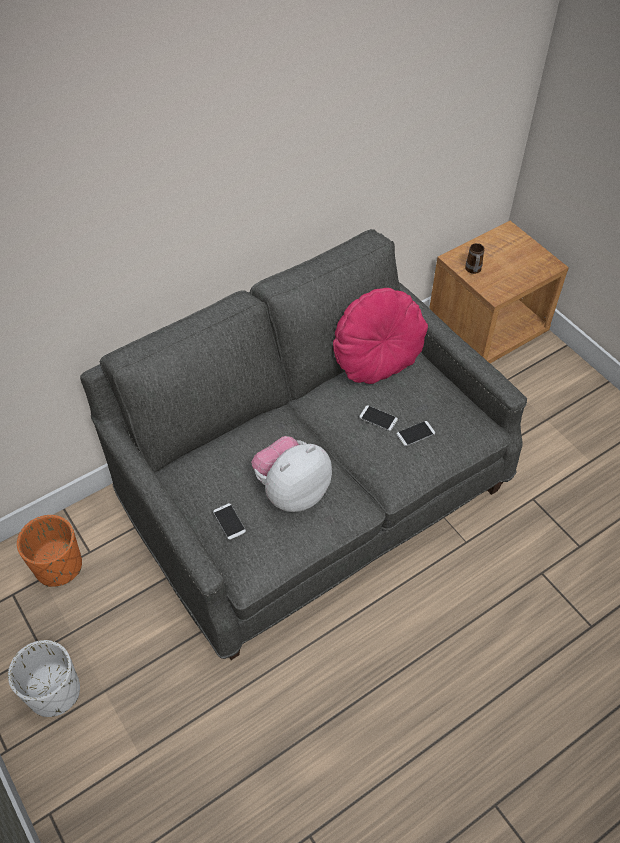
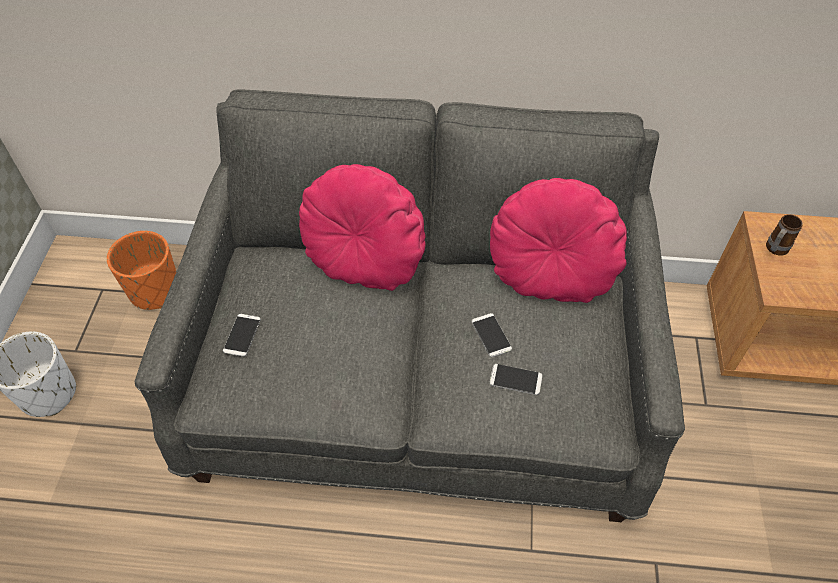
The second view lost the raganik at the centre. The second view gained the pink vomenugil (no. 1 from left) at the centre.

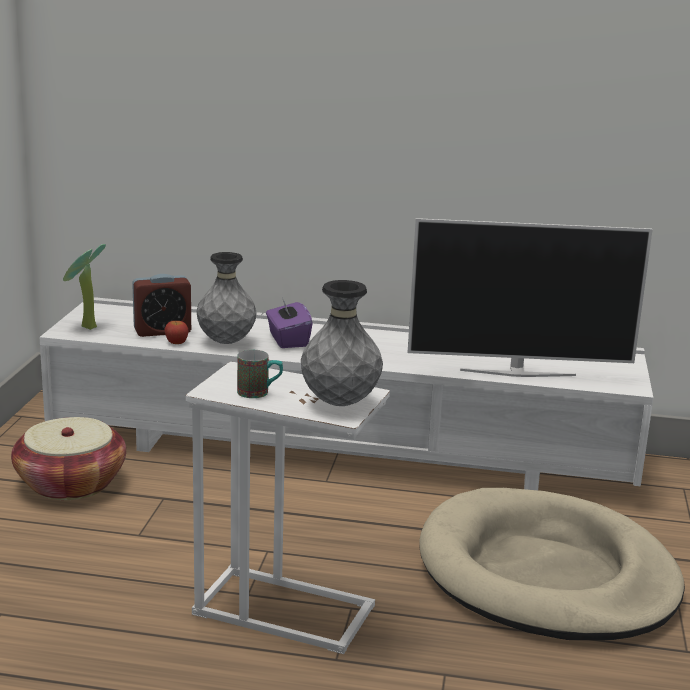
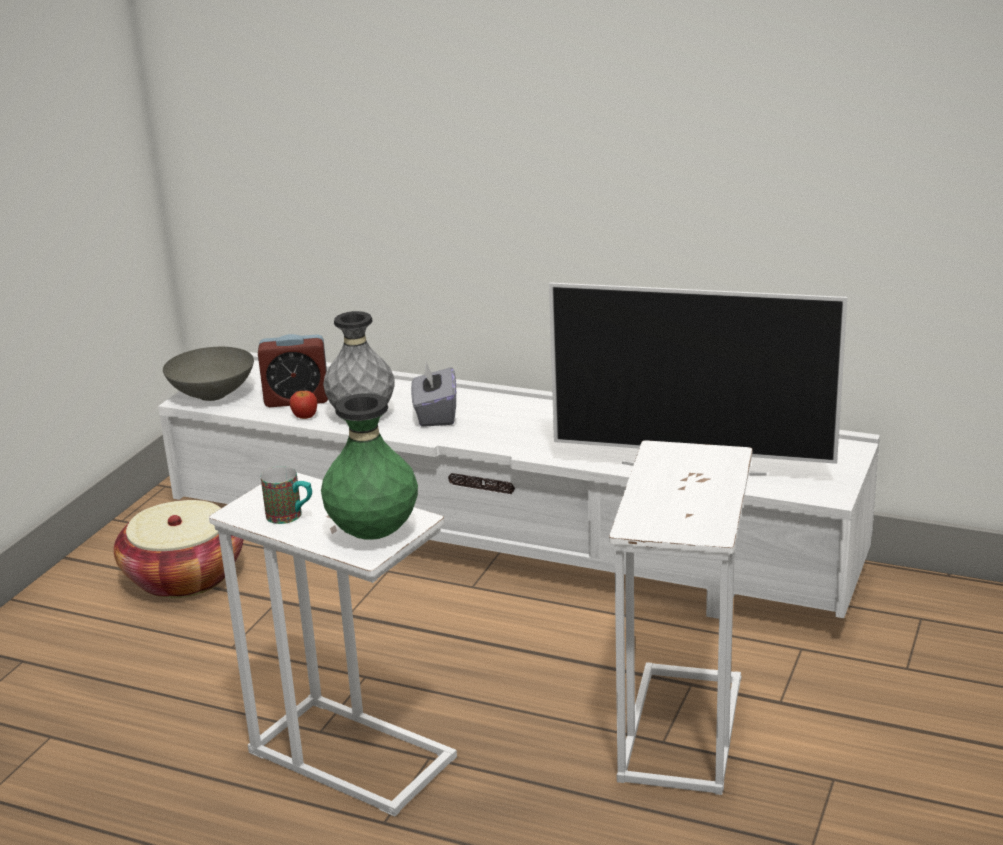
Where the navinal stood at the middle left, the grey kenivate came to stand at the middle left. What was the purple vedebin at the centre turned into the grey vedebin at the centre. What was the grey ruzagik (no. 2 from left) at the centre turned into the green ruzagik at the centre. Where the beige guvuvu stood at the bottom right, the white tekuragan (no. 2 from left) came to stand at the bottom right.

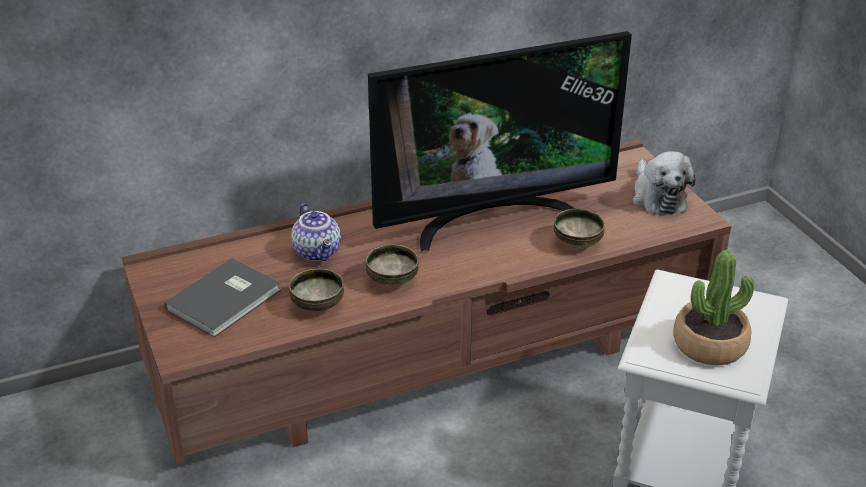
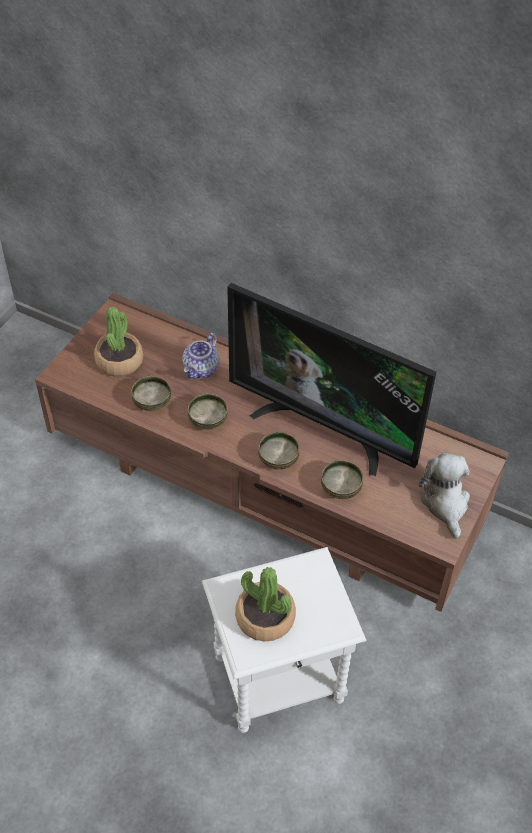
Where the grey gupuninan stood at the middle left, the navinal (no. 1 from left) came to stand at the middle left. The raganik at the middle right ended up facing another way, 135 degrees clockwise from before. The second view gained the kenivate (no. 3 from left) at the centre.

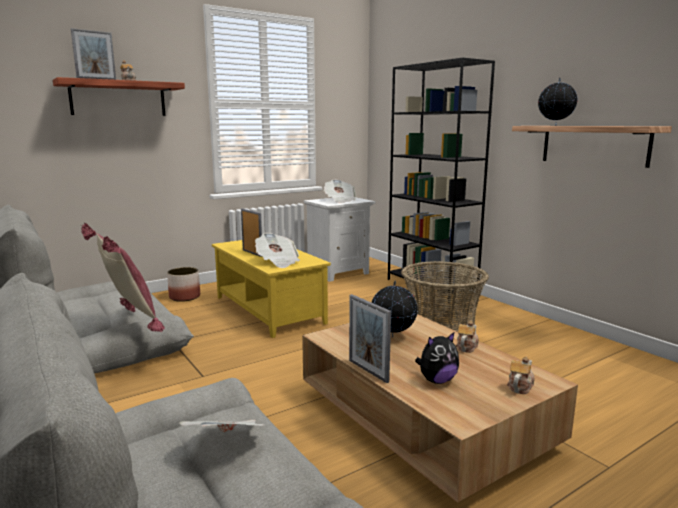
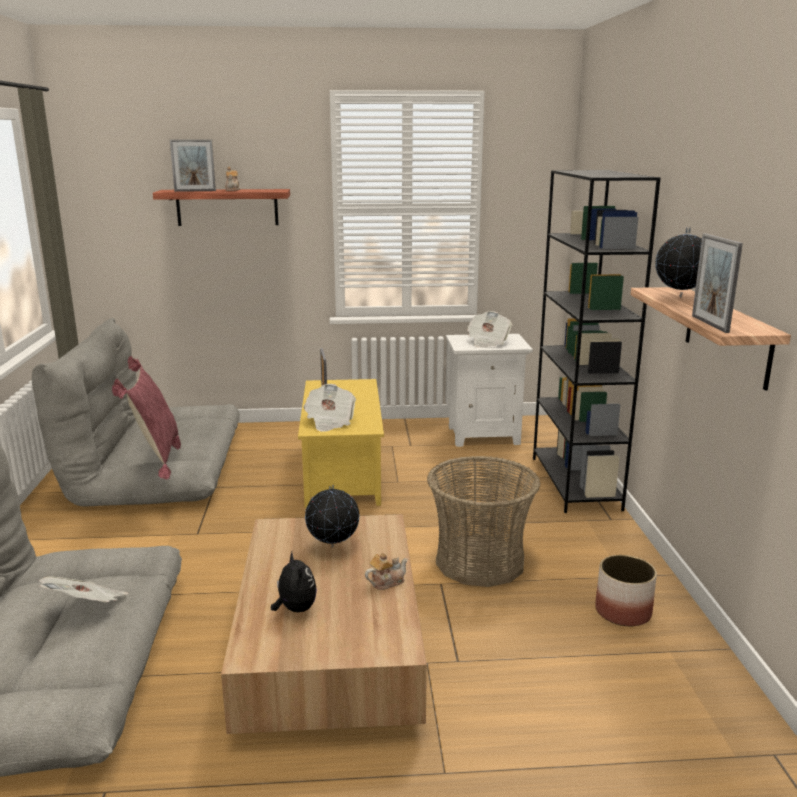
The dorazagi ended up elsewhere, having gone from the middle left to the bottom right. The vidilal (no. 3 from left) ended up elsewhere, having gone from the centre to the middle right. The raganik at the bottom centre ended up facing another way, 120 degrees counterclockwise from before. The second view lost the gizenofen (no. 3 from left) at the bottom right.

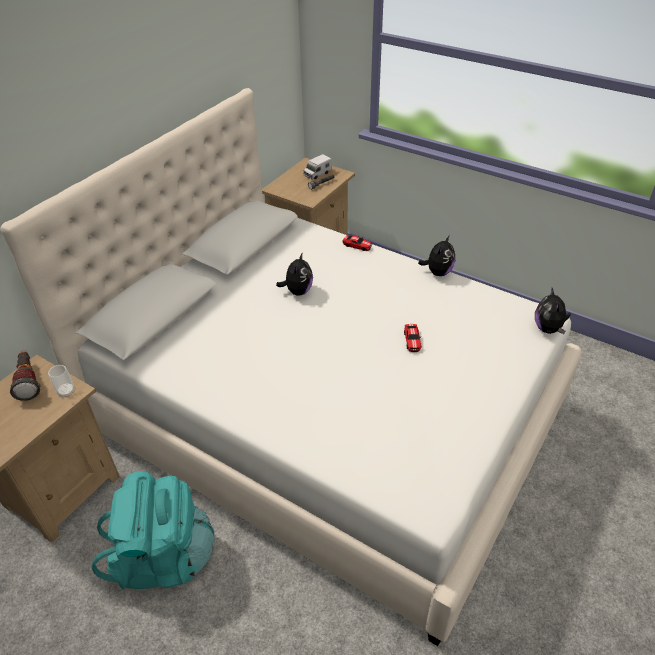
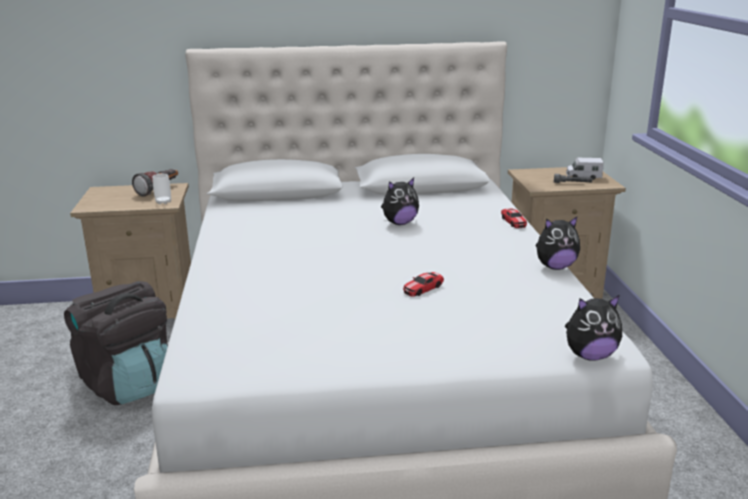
What was the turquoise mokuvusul at the bottom left turned into the black mokuvusul at the bottom left. The raganik (no. 3 from left) at the middle right ended up facing another way, 150 degrees counterclockwise from before.

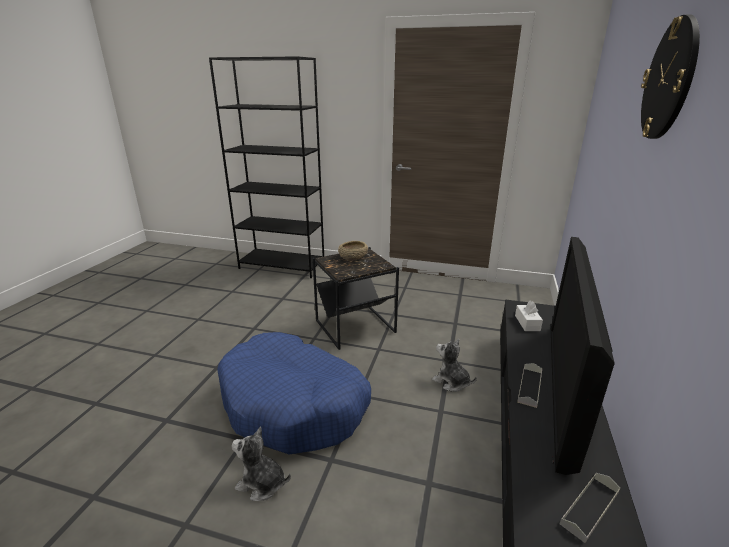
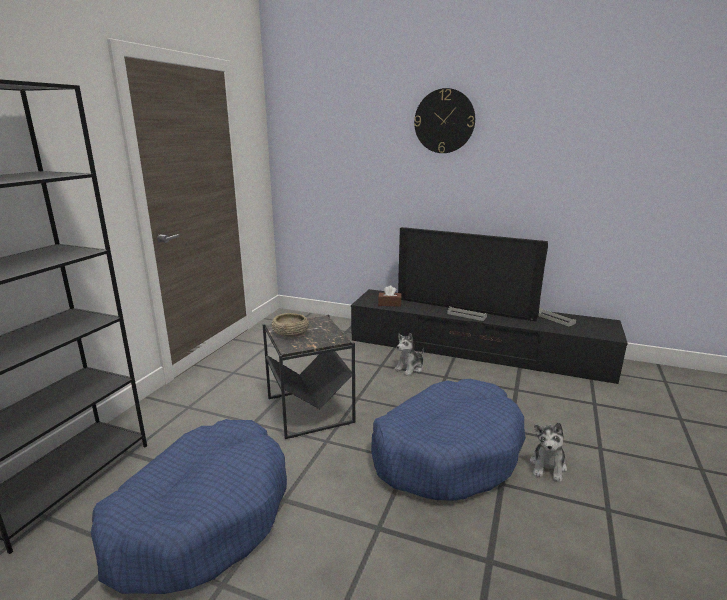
What was the white vedebin at the middle right turned into the brown vedebin at the centre. The second view gained the blue guvuvu (no. 1 from left) at the bottom left.

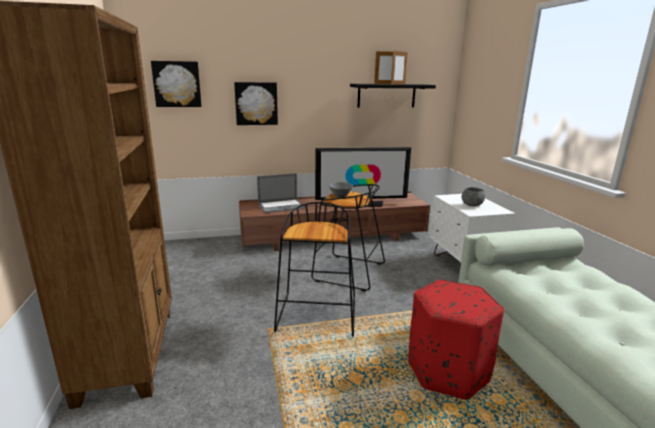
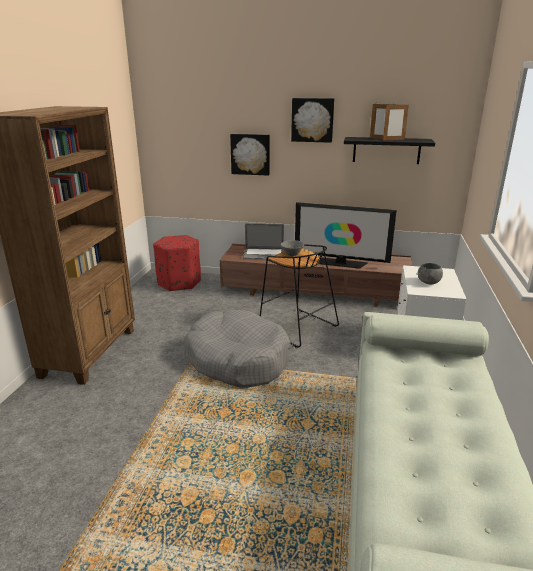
The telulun (no. 1 from left in the first image) ended up elsewhere, having gone from the top left to the top centre. Where the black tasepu (no. 1 from left) stood at the centre, the grey guvuvu came to stand at the centre. The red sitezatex ended up elsewhere, having gone from the bottom right to the middle left.

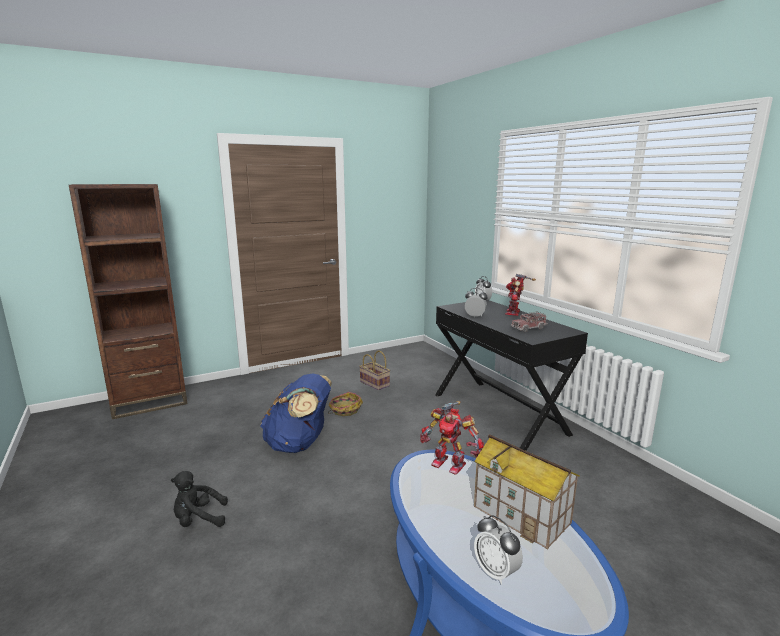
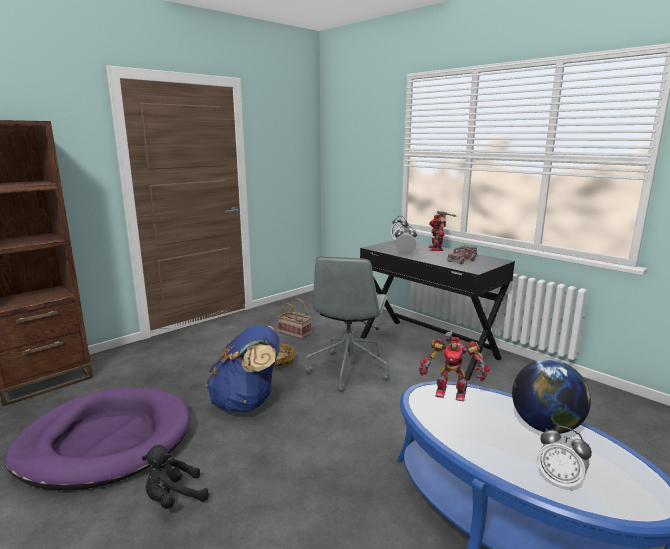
Where the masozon stood at the bottom right, the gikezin came to stand at the bottom right. The second view gained the purple guvuvu at the bottom left. The second view gained the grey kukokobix at the centre.

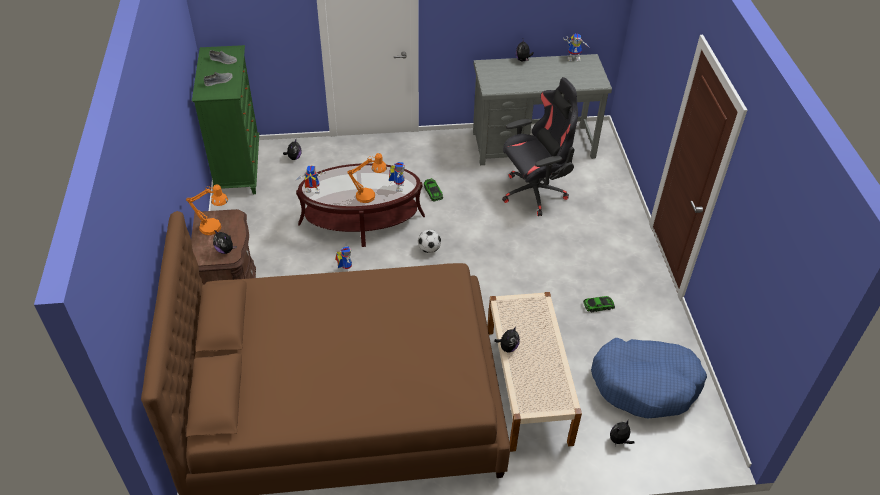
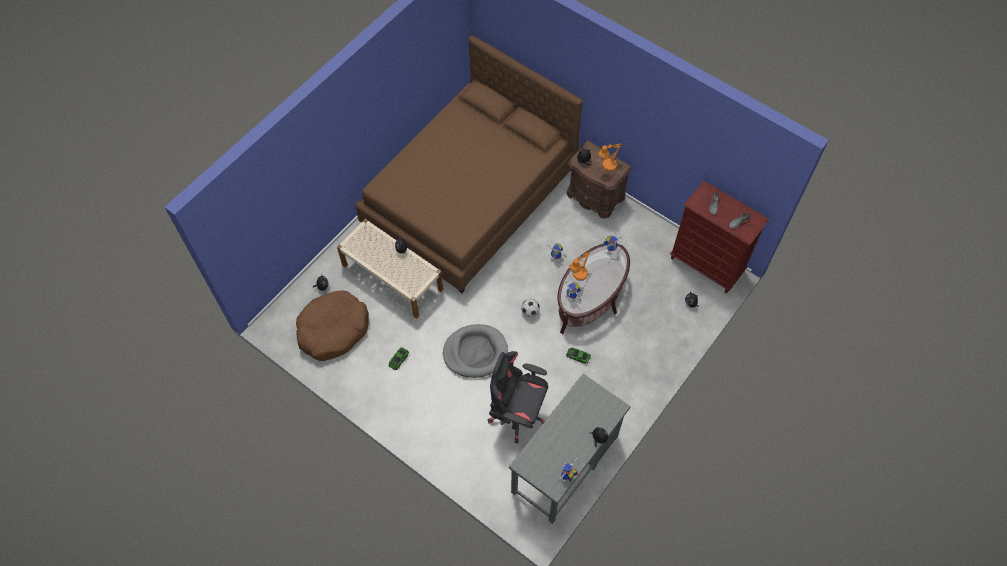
What was the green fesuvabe at the top left turned into the red fesuvabe at the middle right. The black kukokobix at the top centre ended up facing another way, 90 degrees clockwise from before. What was the blue guvuvu at the bottom right turned into the brown guvuvu at the middle left. The second view gained the grey guvuvu at the centre.

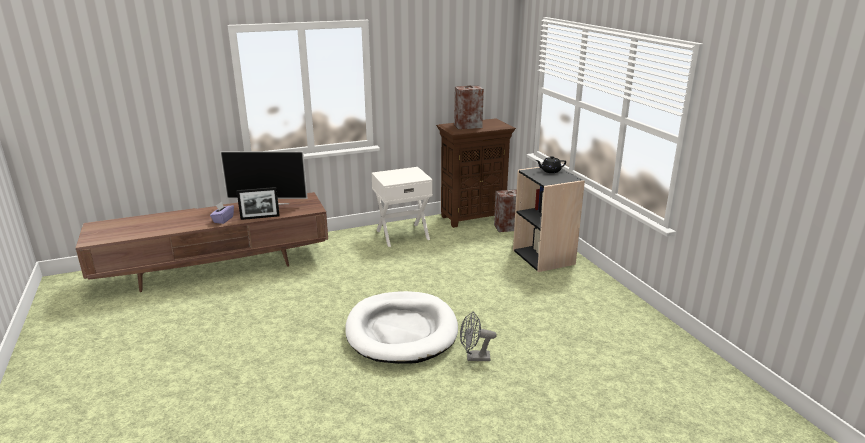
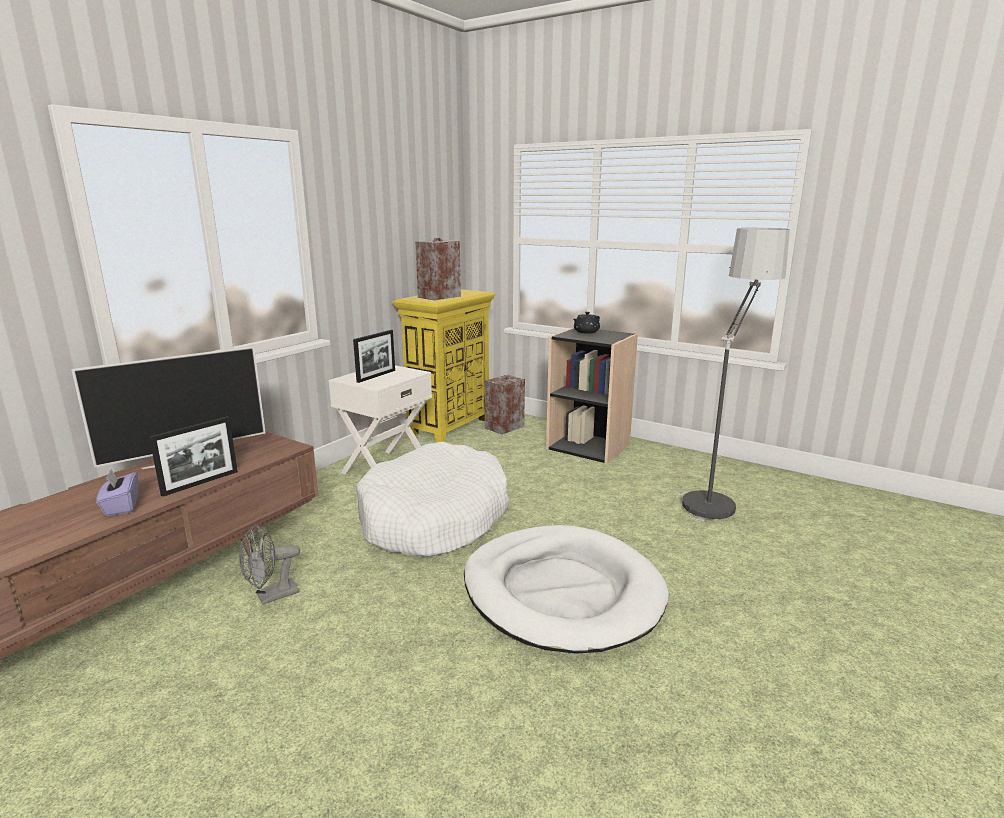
What was the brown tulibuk at the centre turned into the yellow tulibuk at the centre. The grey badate ended up elsewhere, having gone from the bottom centre to the bottom left. The second view gained the vidilal (no. 2 from left) at the centre. The second view gained the white guvuvu (no. 1 from left) at the centre. The second view gained the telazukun at the middle right.

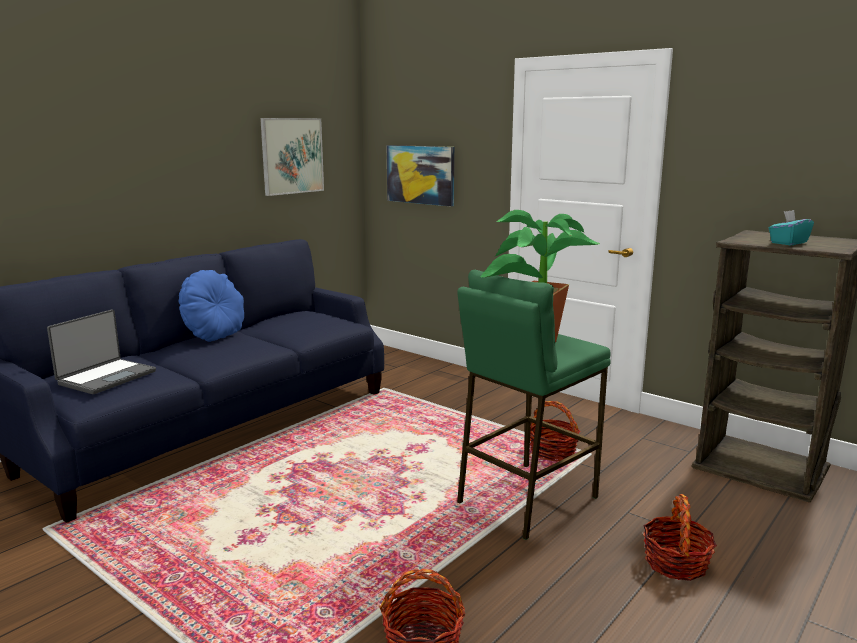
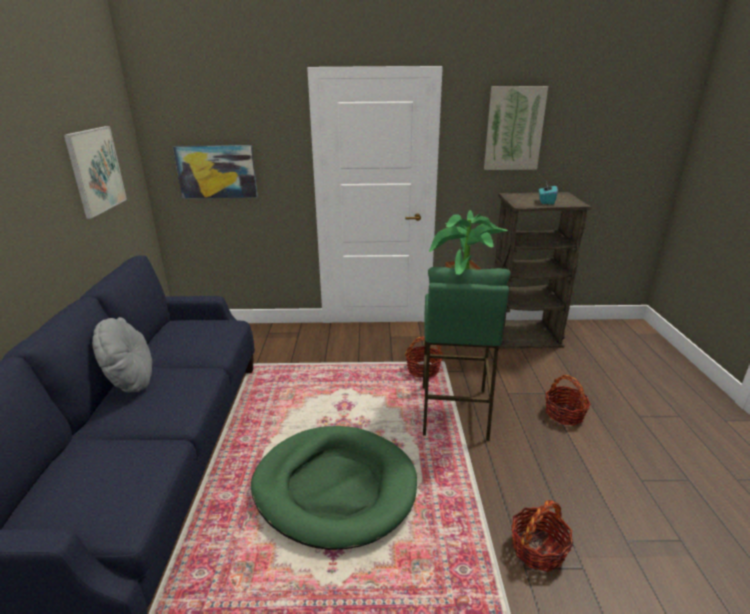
The second view lost the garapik at the middle left. What was the blue vomenugil at the middle left turned into the grey vomenugil at the middle left. The second view gained the green guvuvu at the bottom centre. The second view gained the telulun (no. 3 from left) at the top right.

